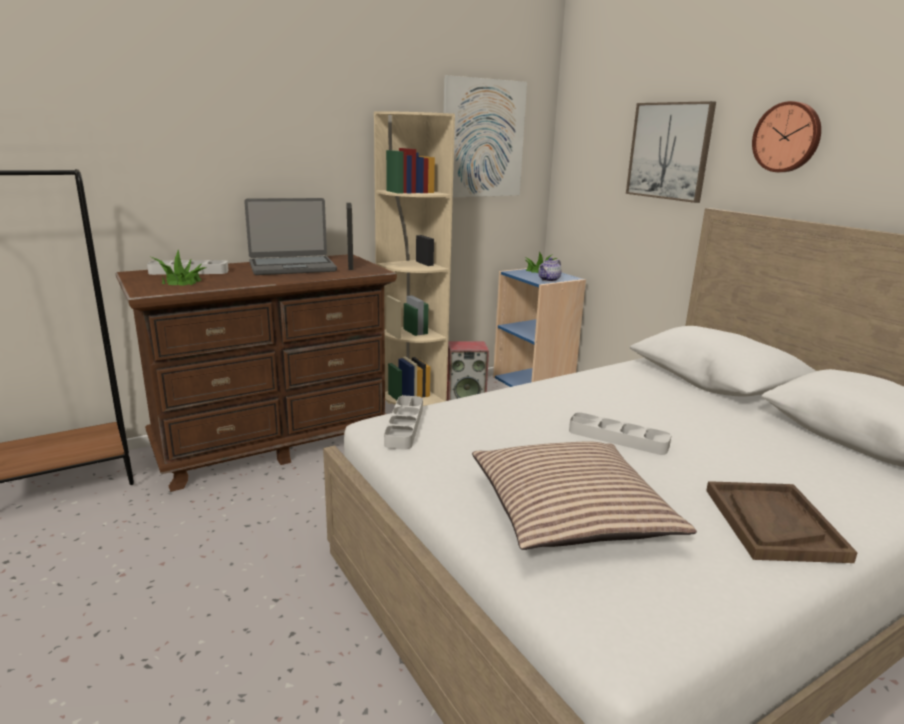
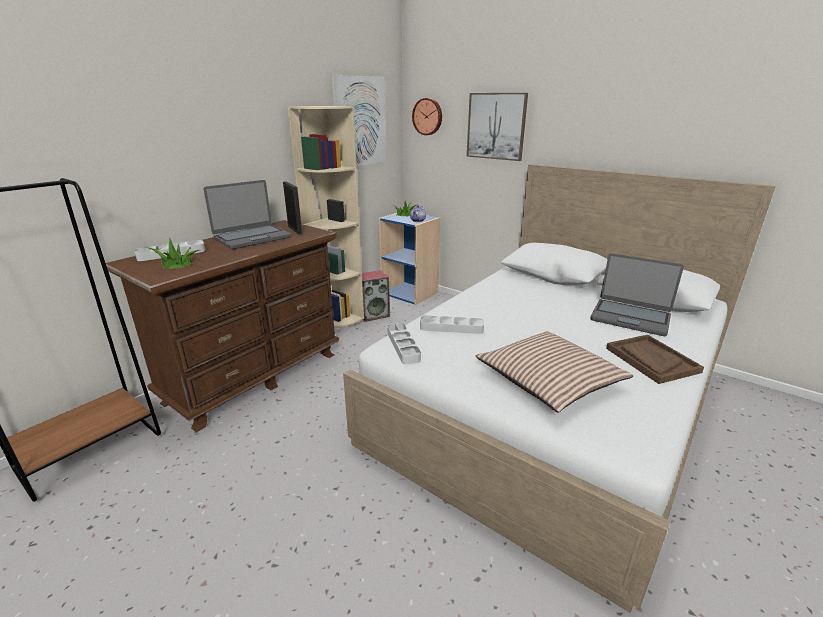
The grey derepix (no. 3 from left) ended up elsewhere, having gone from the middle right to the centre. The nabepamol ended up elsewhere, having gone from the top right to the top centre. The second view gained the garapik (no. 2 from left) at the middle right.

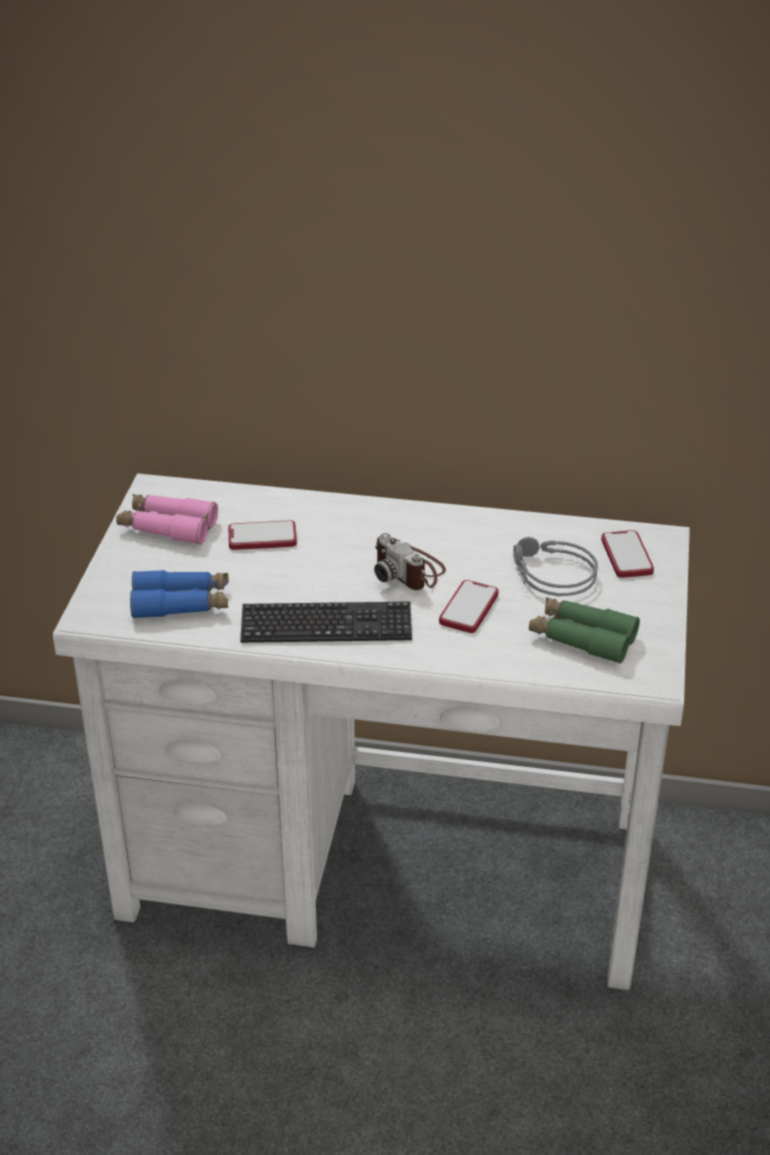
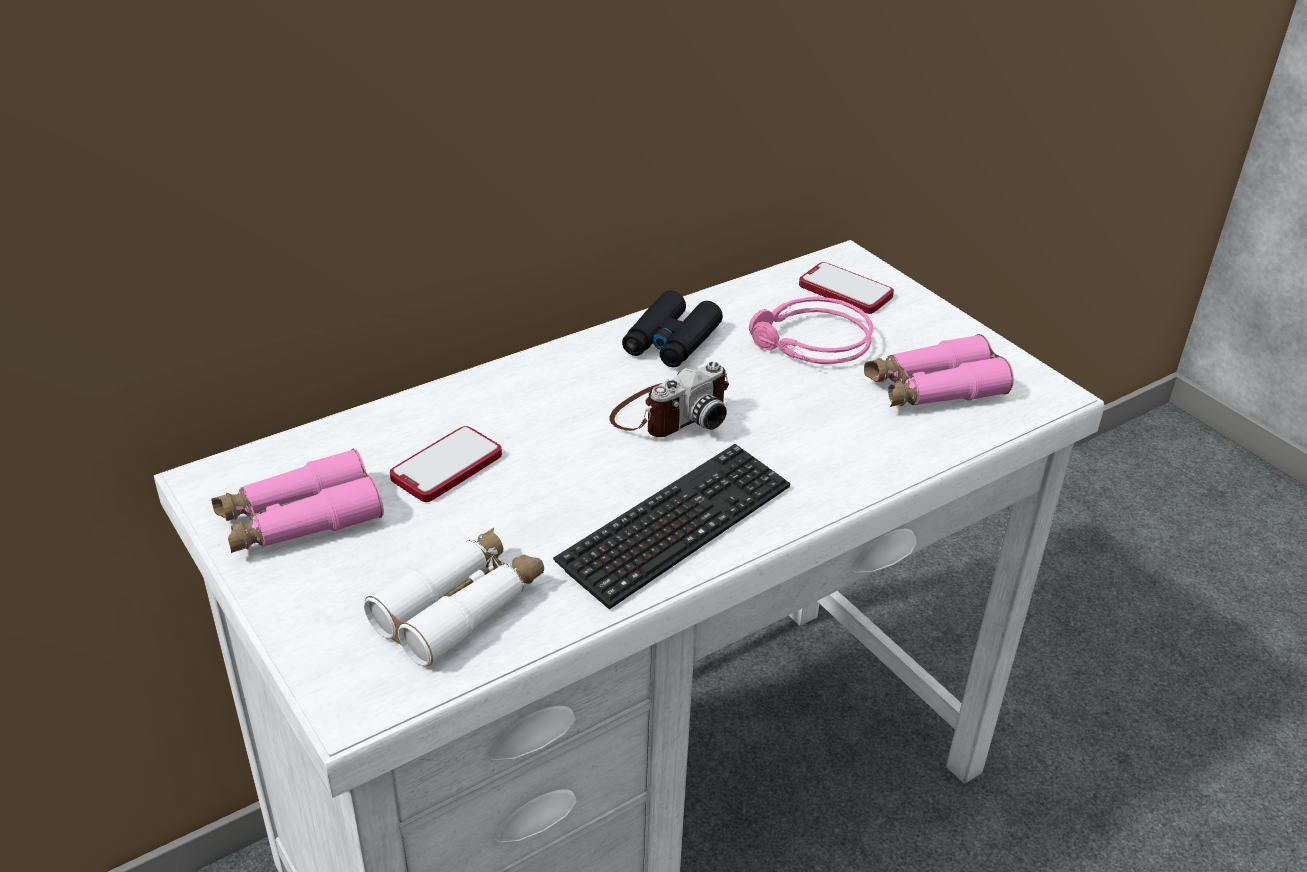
What was the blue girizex at the middle left turned into the white girizex at the bottom centre. The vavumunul at the centre ended up facing another way, 45 degrees counterclockwise from before. The second view lost the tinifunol (no. 2 from left) at the centre. What was the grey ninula at the middle right turned into the pink ninula at the centre. What was the green girizex at the middle right turned into the pink girizex (no. 2 from left) at the middle right. The second view gained the black girizex at the centre.

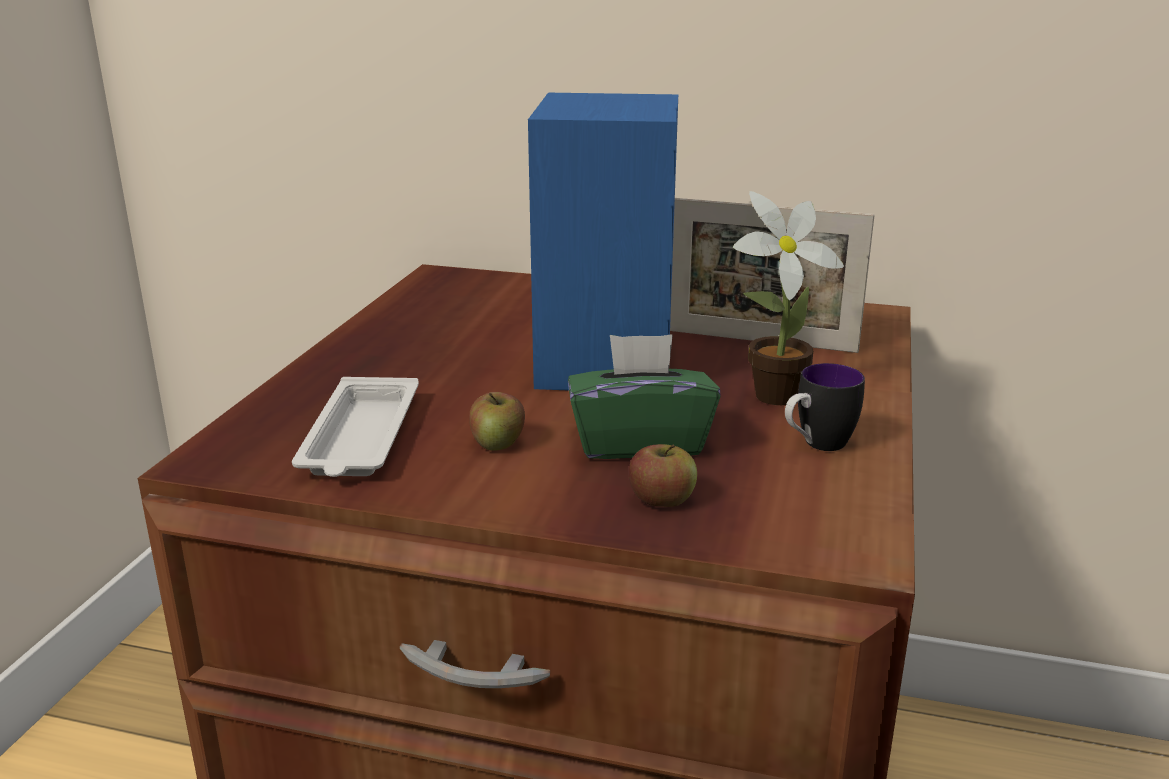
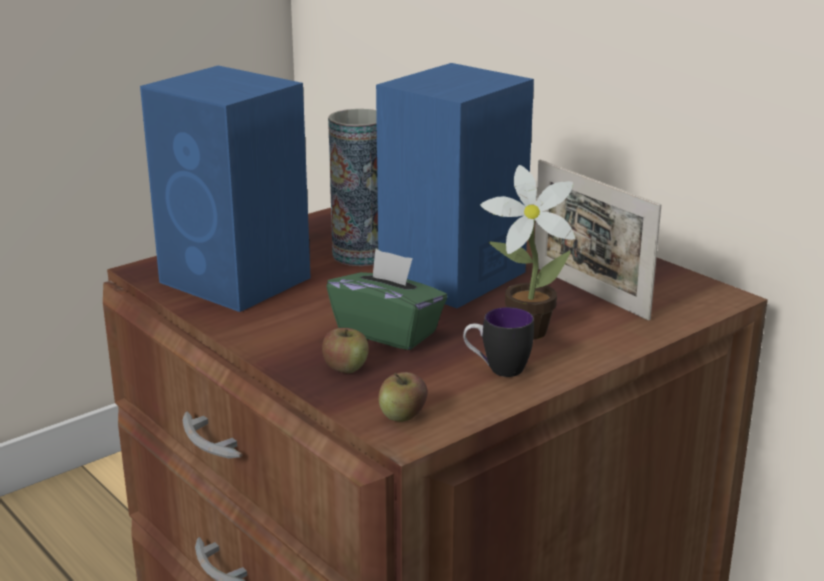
Where the white derepix stood at the middle left, the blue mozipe (no. 1 from left) came to stand at the top left. The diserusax (no. 1 from left in the first image) ended up elsewhere, having gone from the centre to the bottom centre. The second view gained the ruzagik at the top centre.

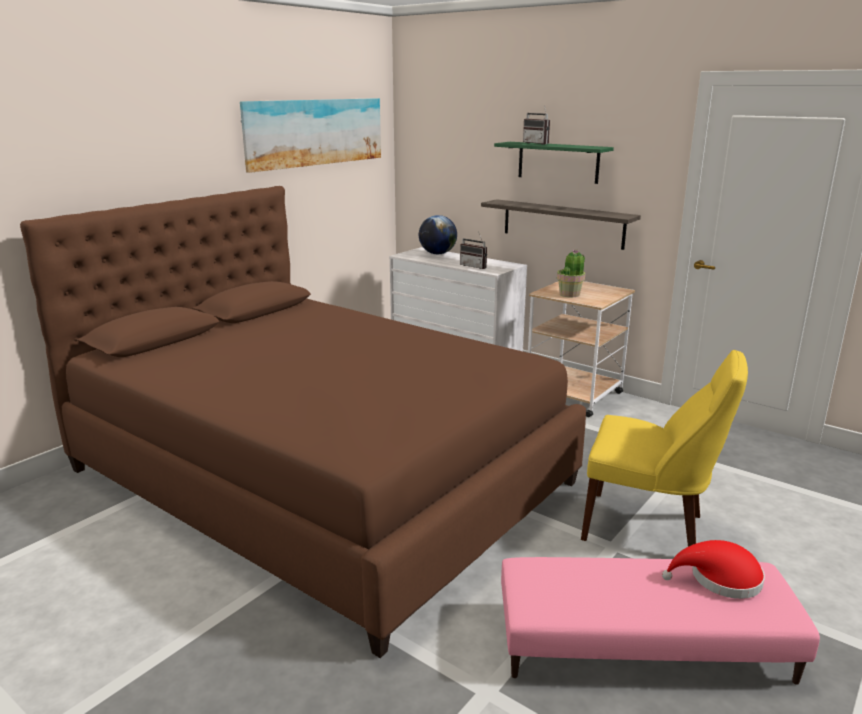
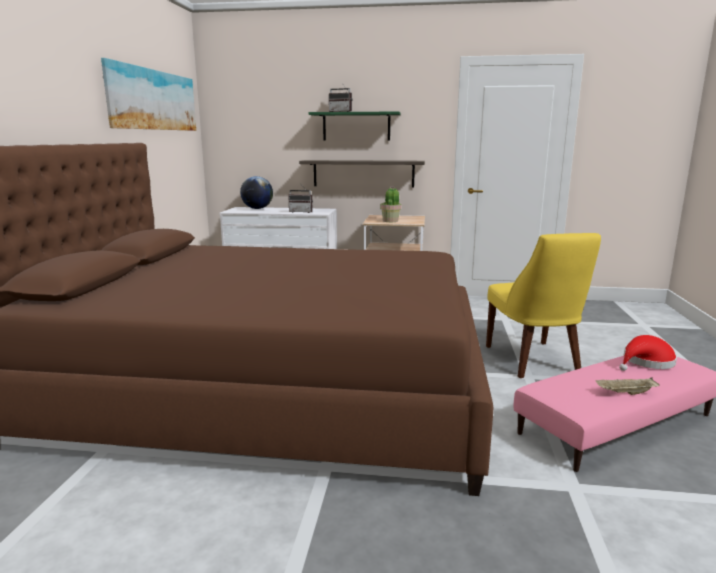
The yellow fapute at the middle right ended up facing another way, 90 degrees clockwise from before. The second view gained the beige derepix at the bottom right.

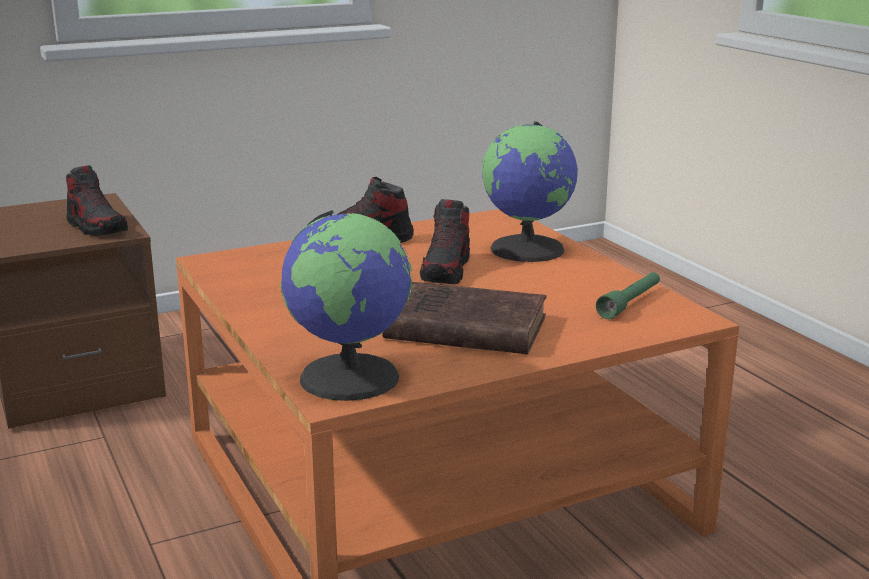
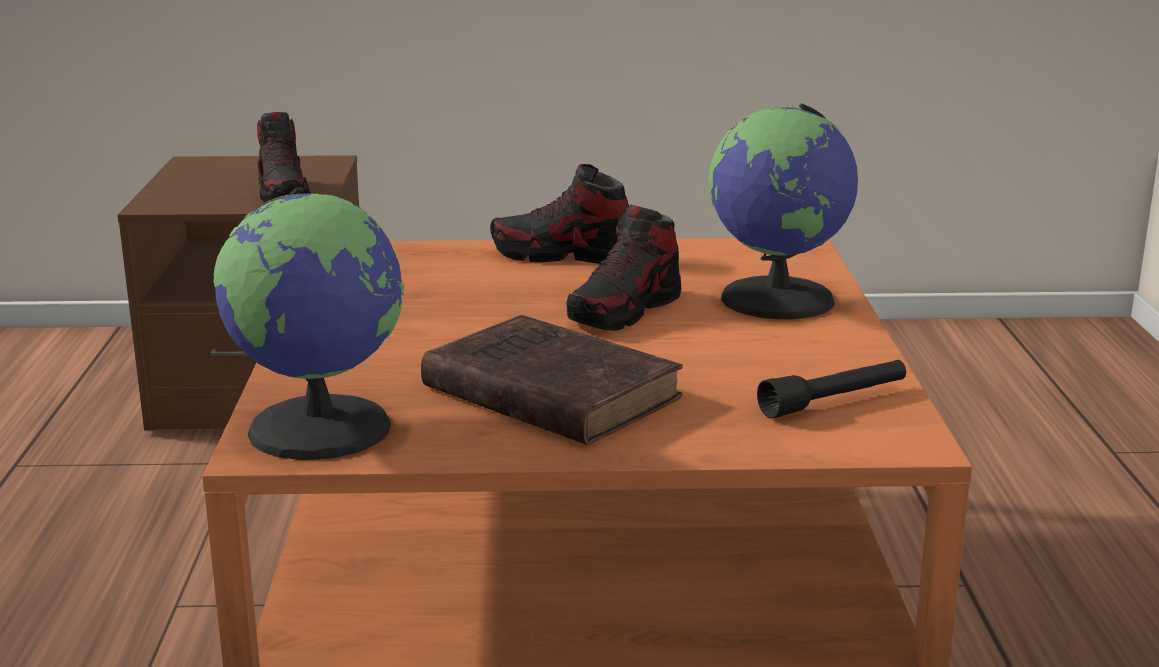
What was the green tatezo at the middle right turned into the black tatezo at the middle right.

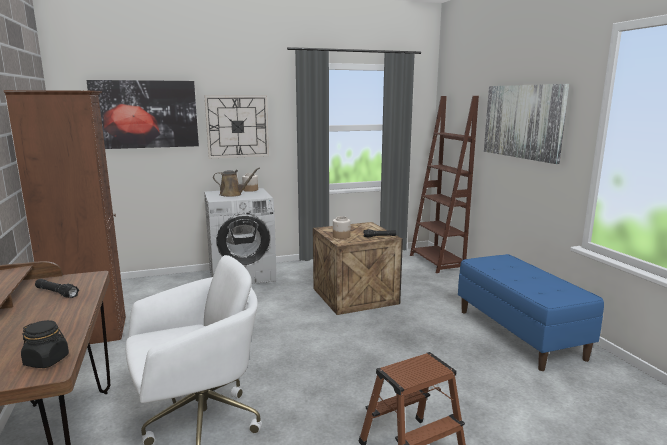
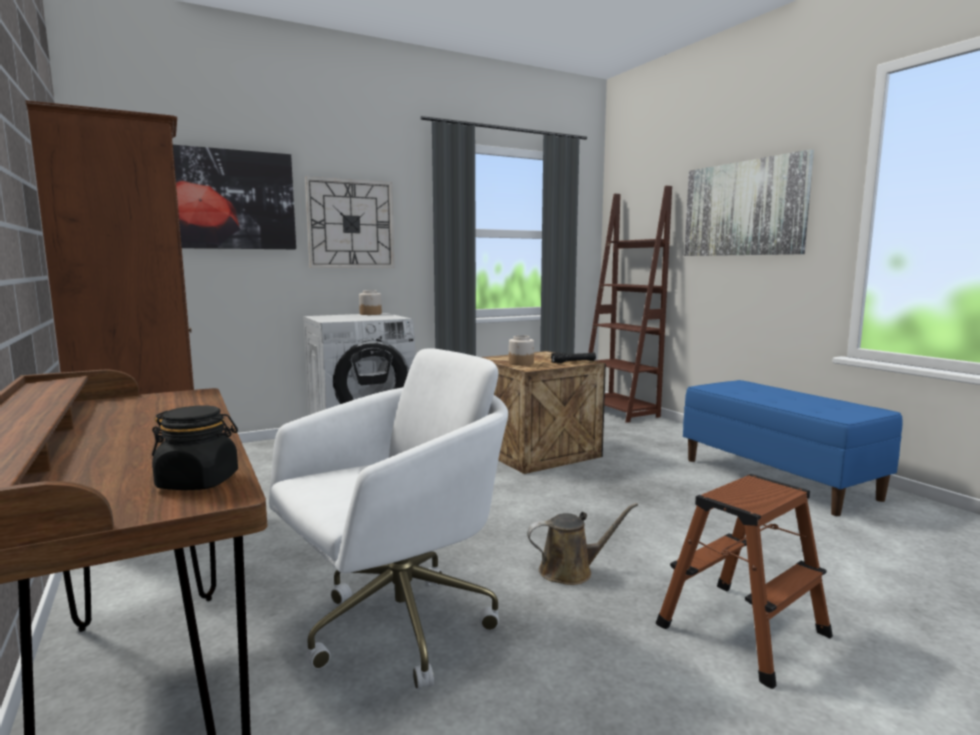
The second view lost the black tatezo (no. 1 from left) at the middle left. The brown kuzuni ended up elsewhere, having gone from the centre to the bottom centre.

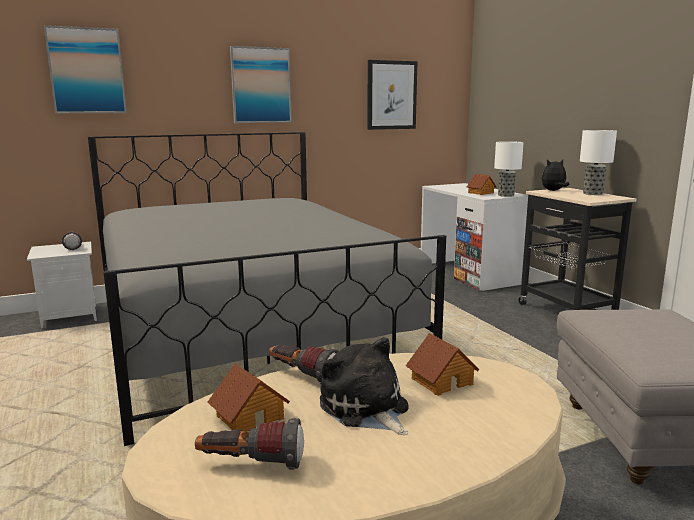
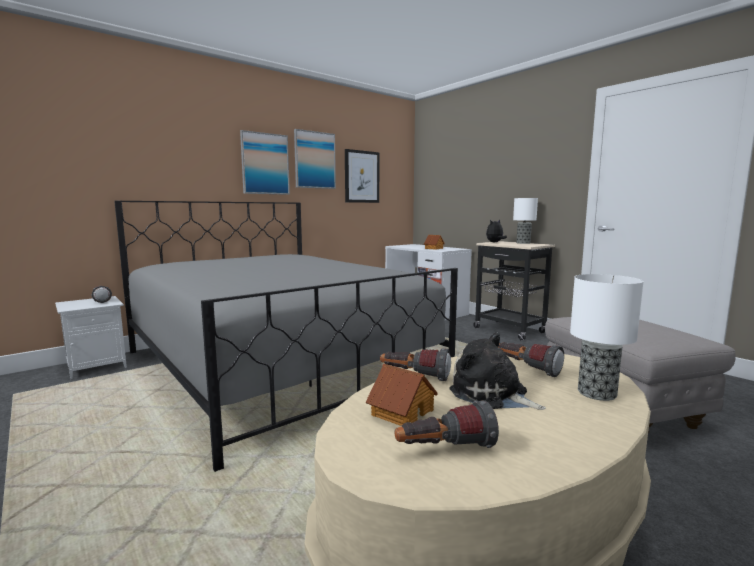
The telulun (no. 1 from left in the first image) ended up elsewhere, having gone from the top left to the top centre. Where the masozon (no. 2 from left) stood at the bottom centre, the tatezo (no. 4 from left) came to stand at the middle right. The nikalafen (no. 1 from left in the first image) ended up elsewhere, having gone from the top right to the middle right.

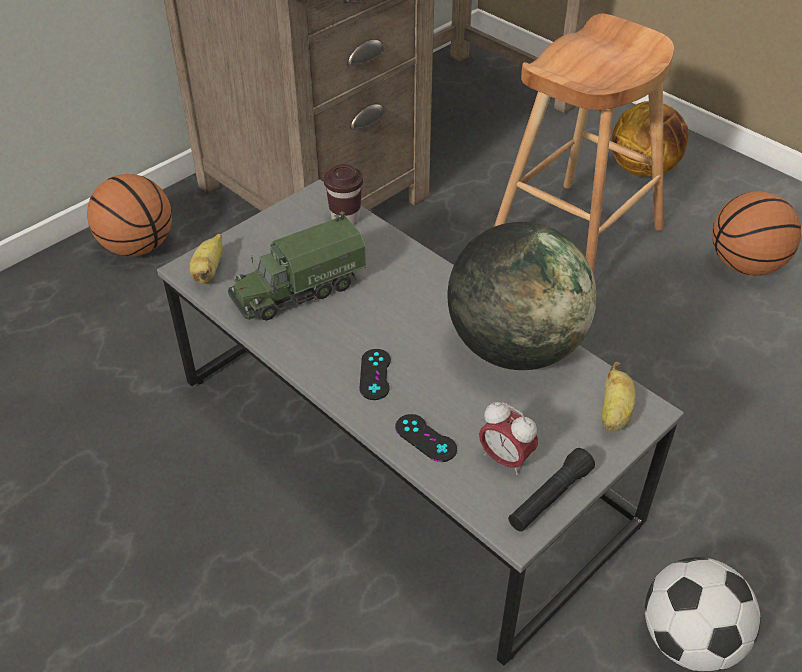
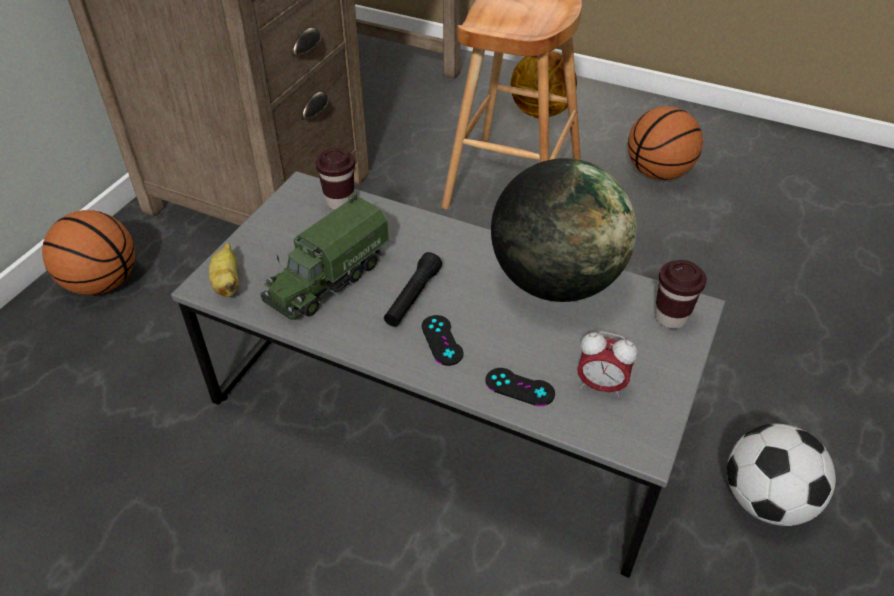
The black tatezo ended up elsewhere, having gone from the bottom right to the centre. Where the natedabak (no. 2 from left) stood at the middle right, the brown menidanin (no. 2 from left) came to stand at the middle right.

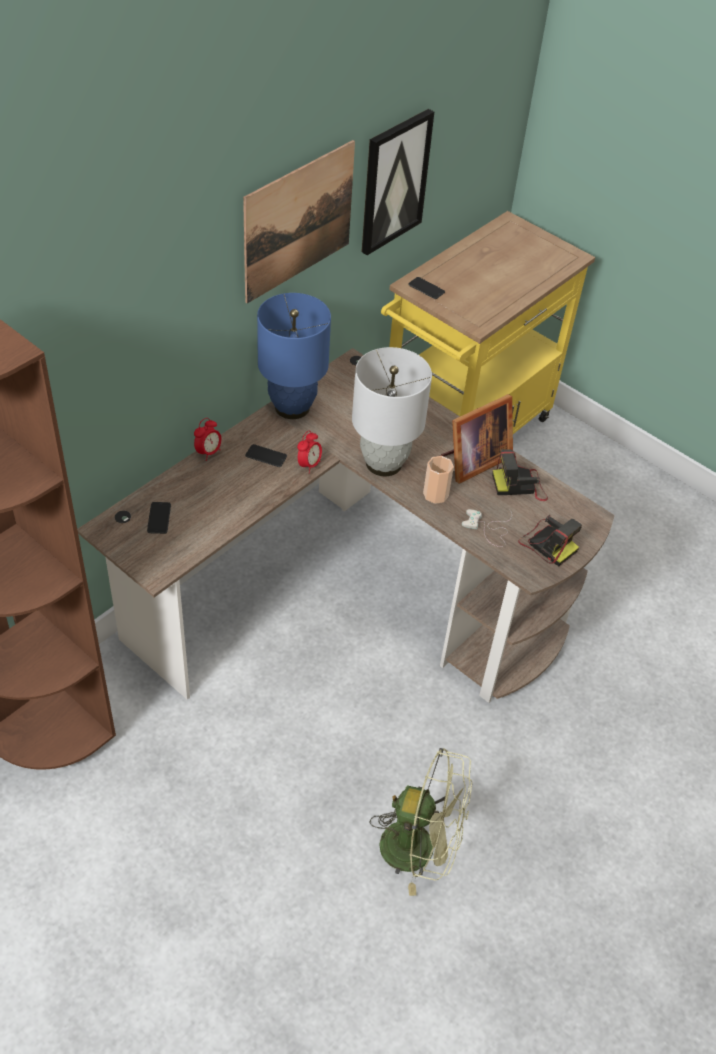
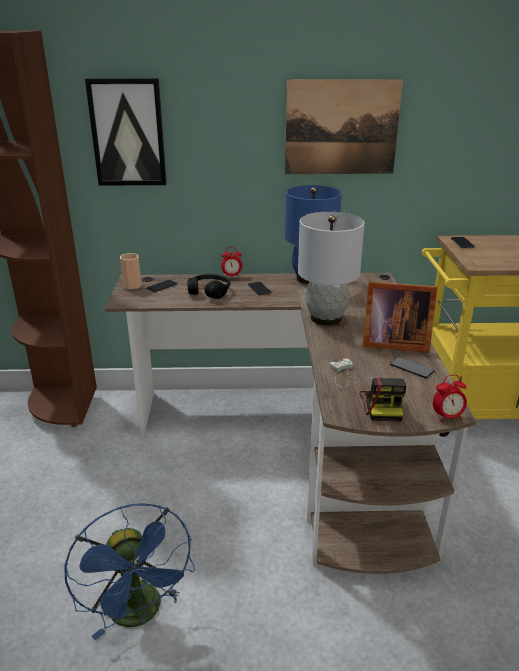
The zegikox (no. 2 from left) ended up elsewhere, having gone from the centre to the middle right. The telulun (no. 2 from left in the first image) ended up elsewhere, having gone from the top centre to the top left. What was the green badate at the bottom centre turned into the blue badate at the bottom left. The menidanin ended up elsewhere, having gone from the centre to the middle left. Where the vavumunul (no. 1 from left) stood at the middle right, the tinifunol (no. 3 from left) came to stand at the middle right. The second view gained the black ninula at the centre.

